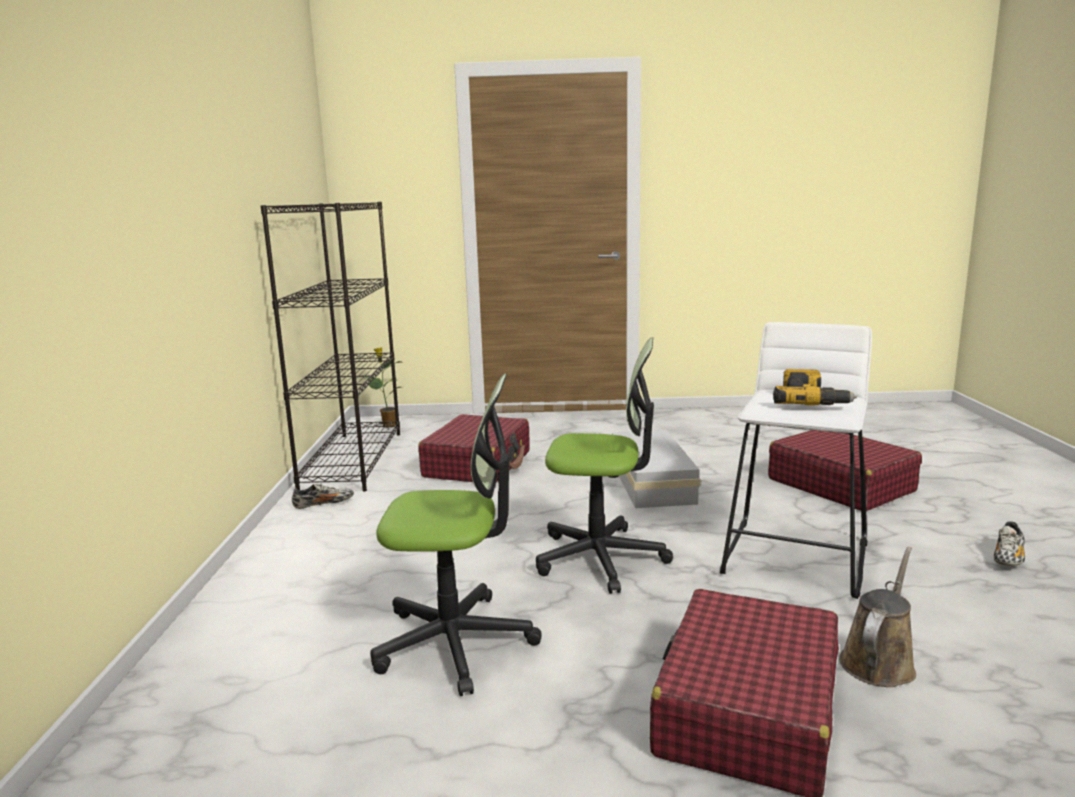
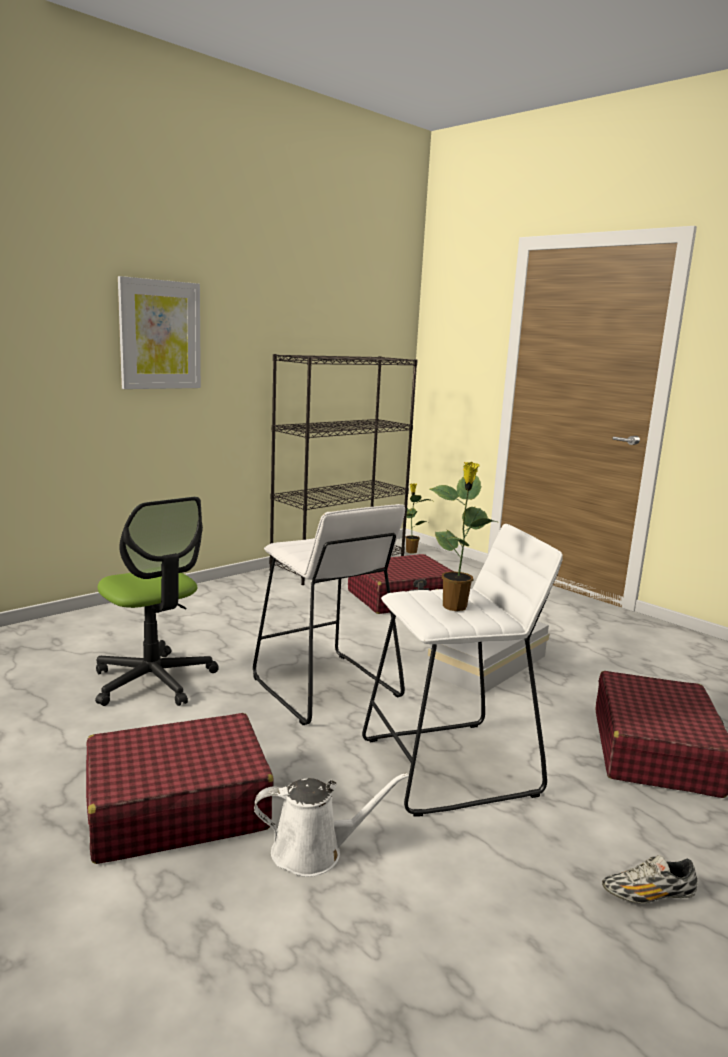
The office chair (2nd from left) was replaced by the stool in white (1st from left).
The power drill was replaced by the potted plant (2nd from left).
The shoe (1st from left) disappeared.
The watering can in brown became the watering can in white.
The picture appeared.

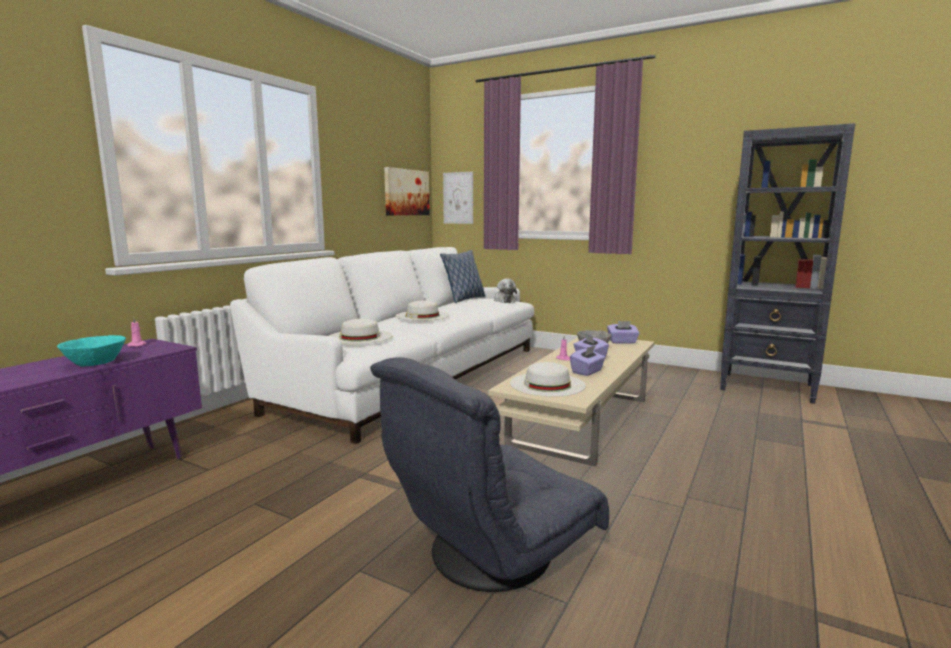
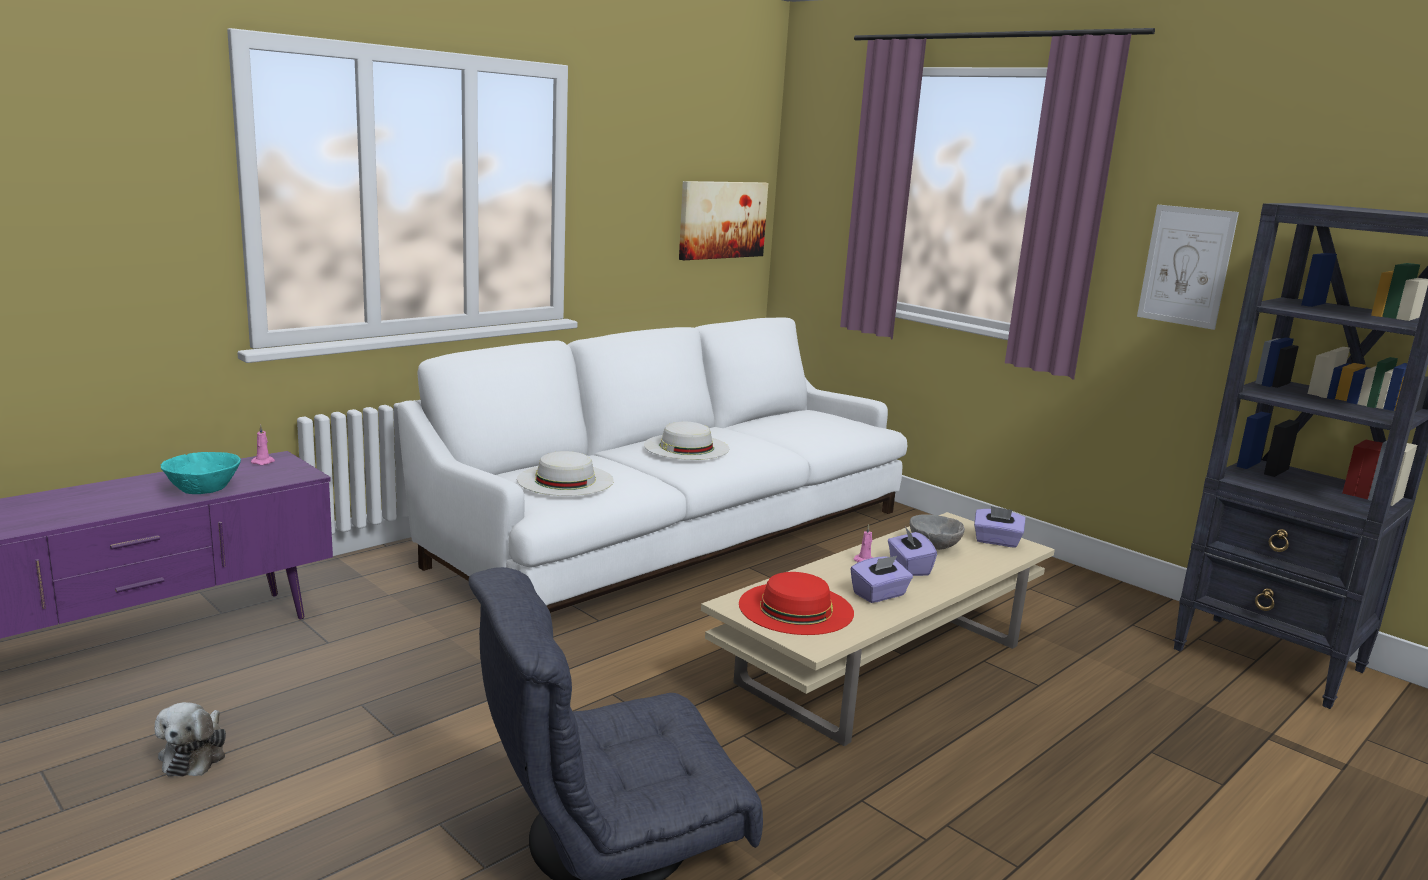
The picture (2nd from left) moved.
The pillow disappeared.
The plush toy moved.
The hat in white (3rd from left) became the hat in red.

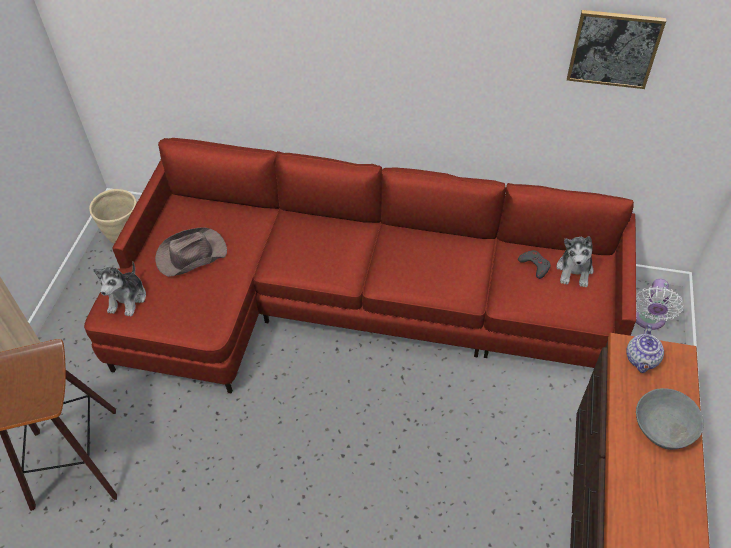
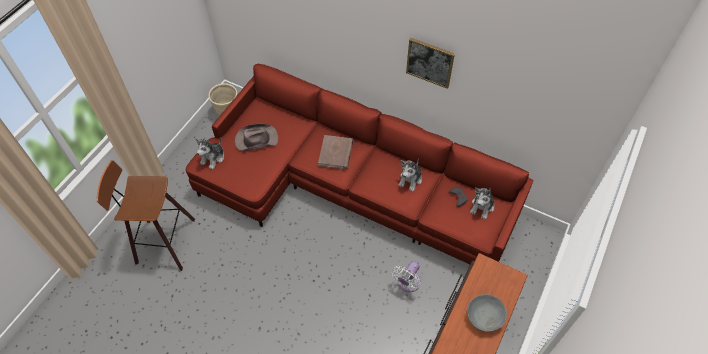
The picture moved.
The fan in white moved.
The teapot disappeared.
The book in brown appeared.
The plush toy (2nd from left) appeared.

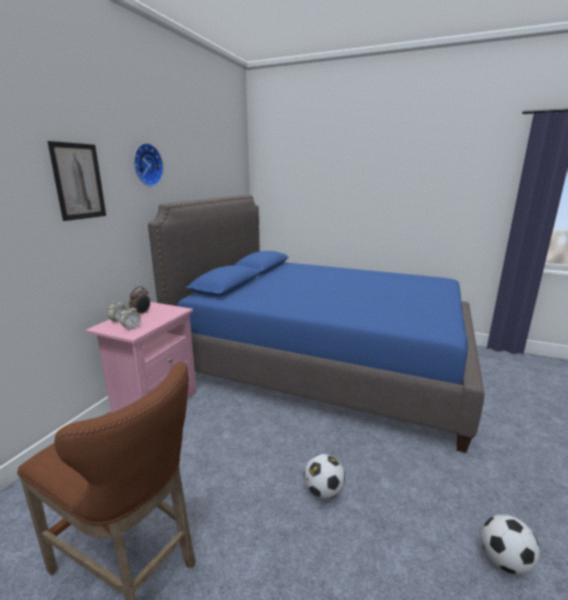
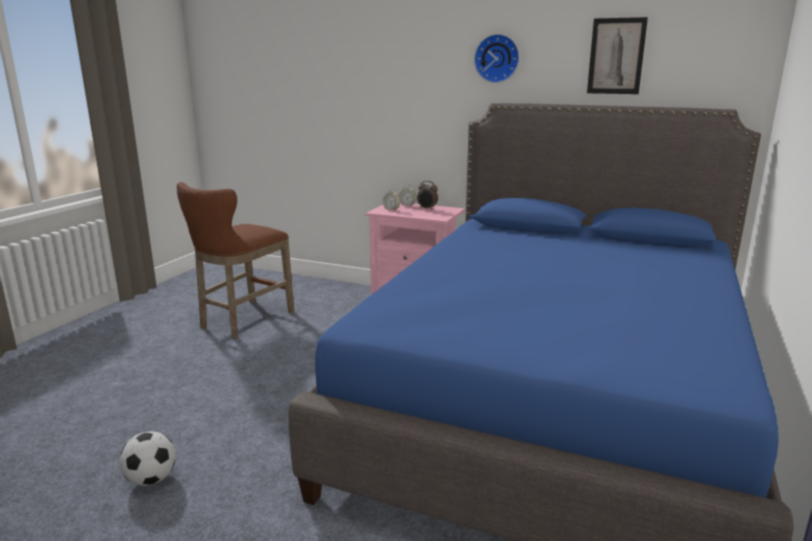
The picture moved.
The football (1st from left) disappeared.

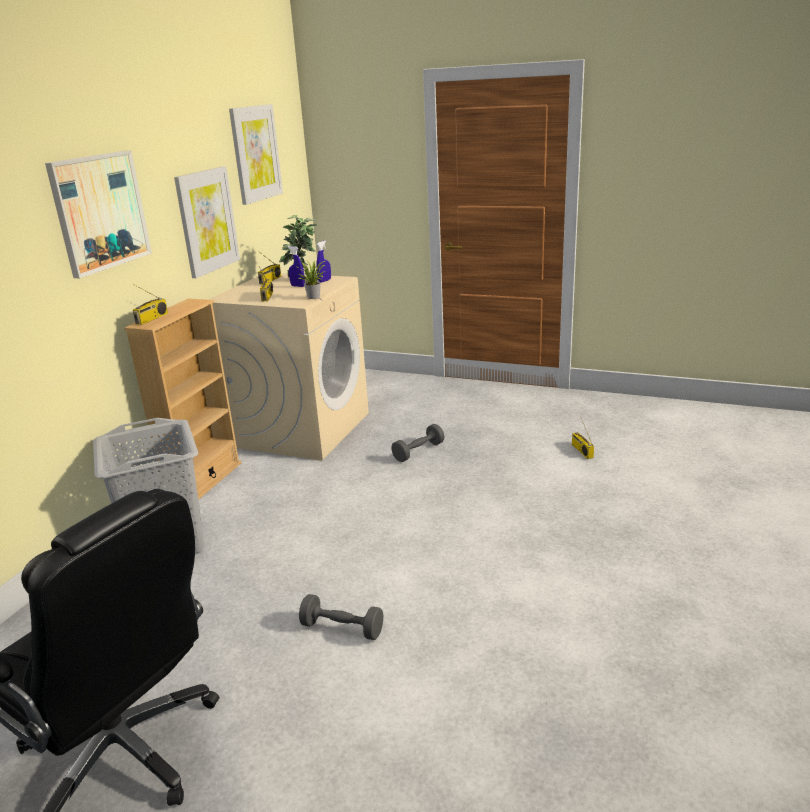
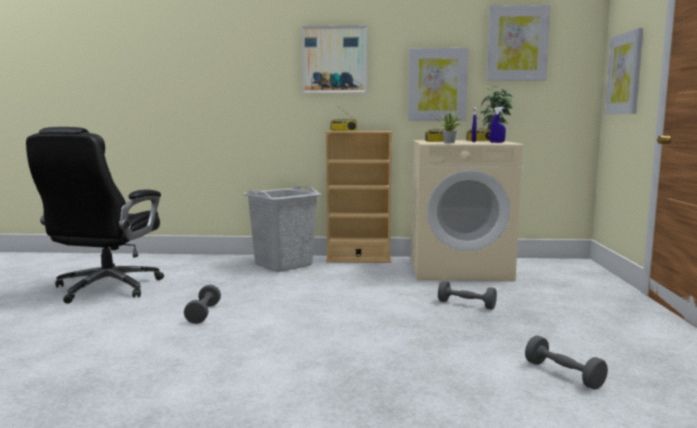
The radio (4th from left) was replaced by the dumbbell in grey (3rd from left).
The picture (4th from left) appeared.

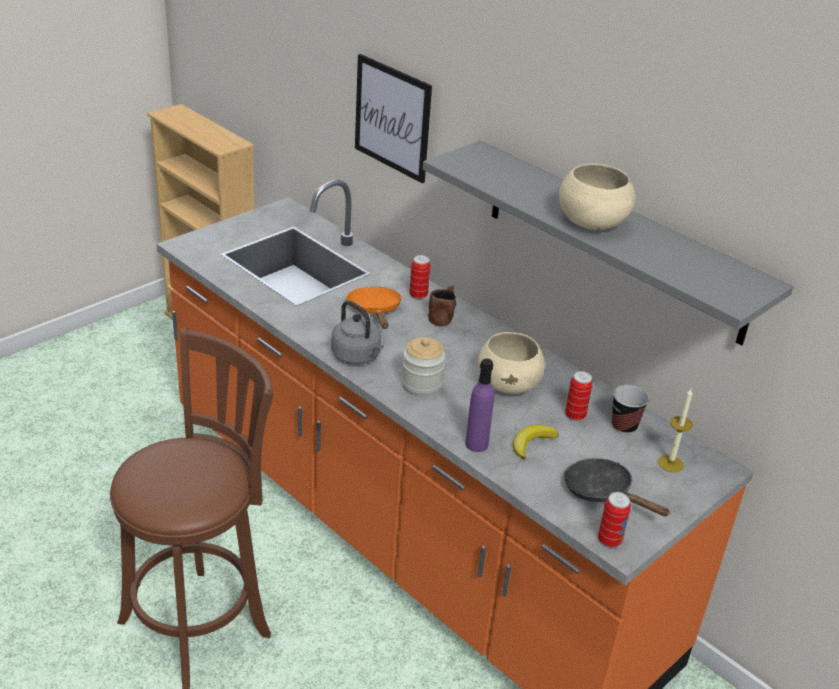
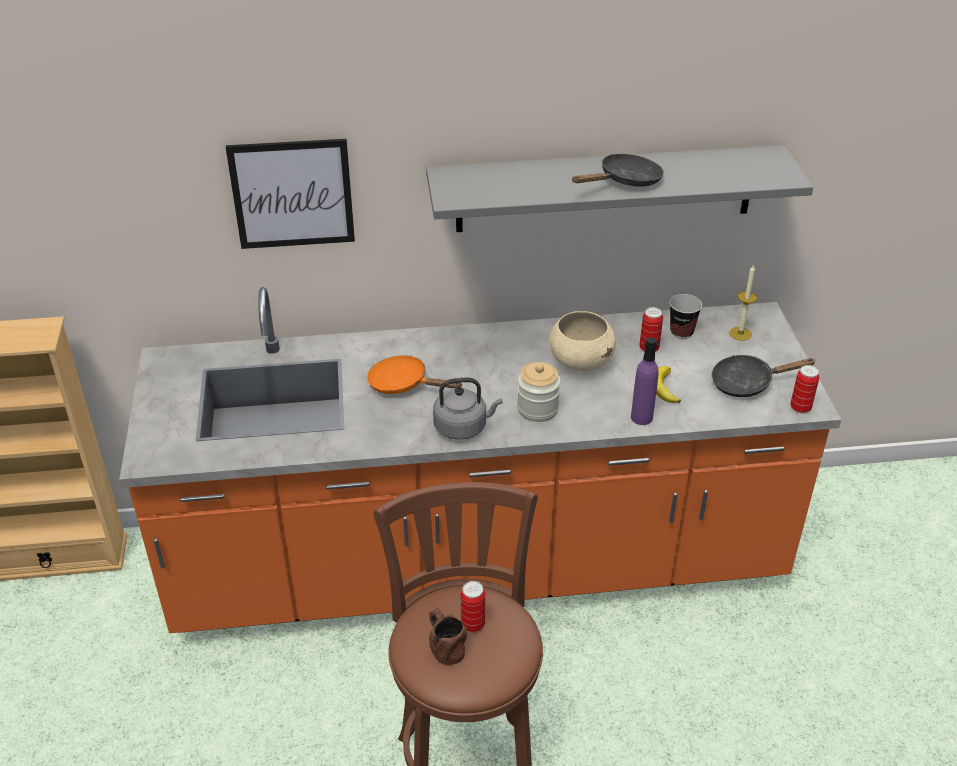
The bowl in beige (2nd from left) was replaced by the frying pan in black (1st from left).
The can (1st from left) moved.
The mug in brown moved.

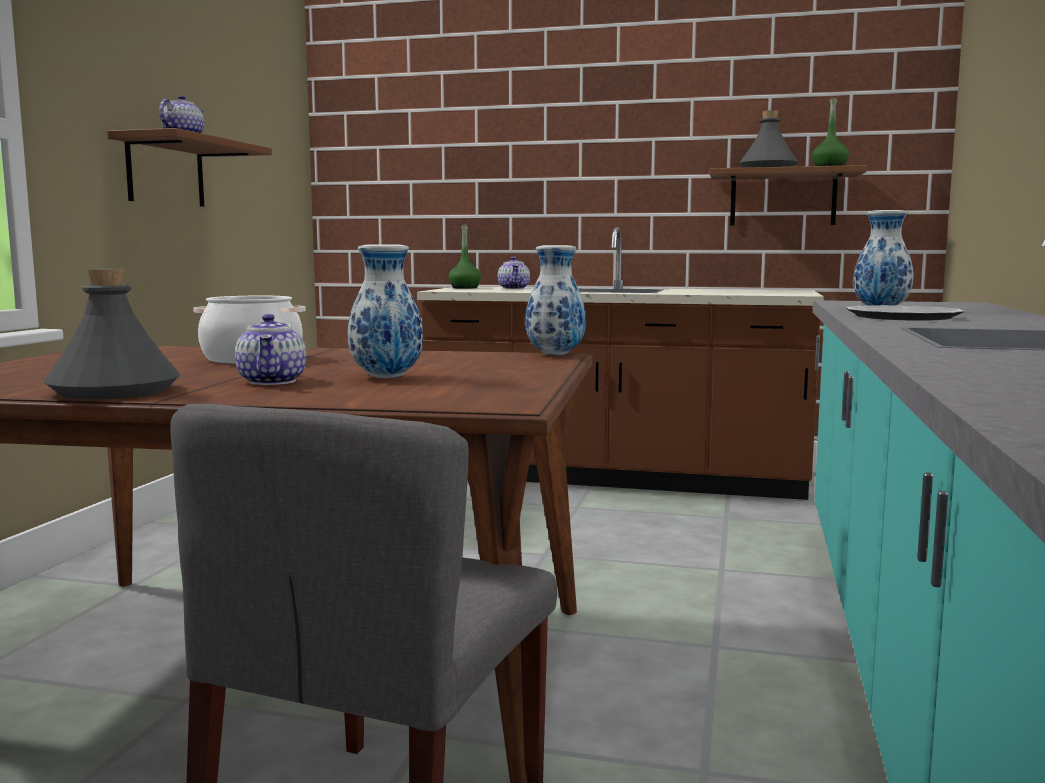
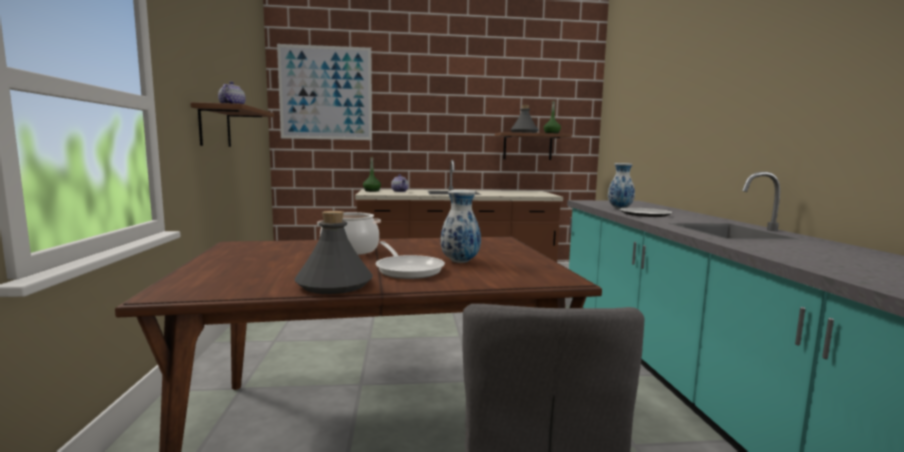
The vase (2nd from left) disappeared.
The teapot (2nd from left) was replaced by the frying pan.
The picture appeared.

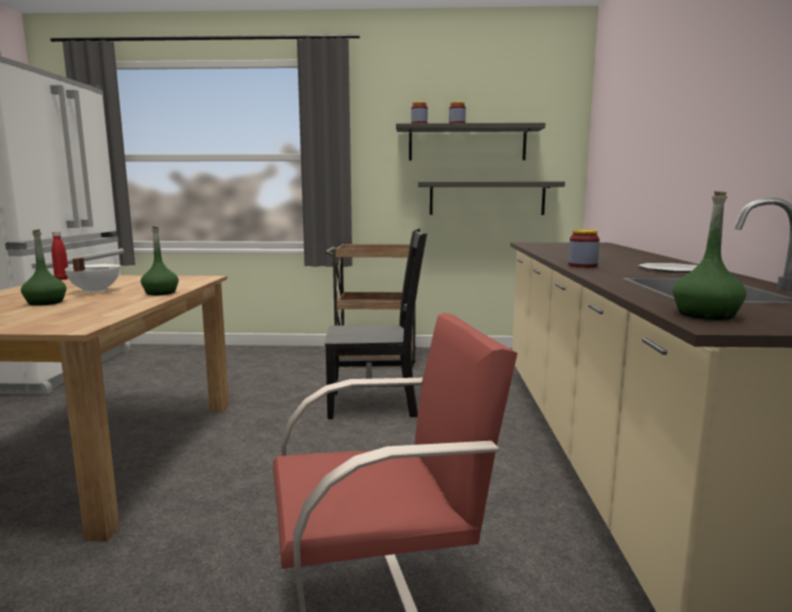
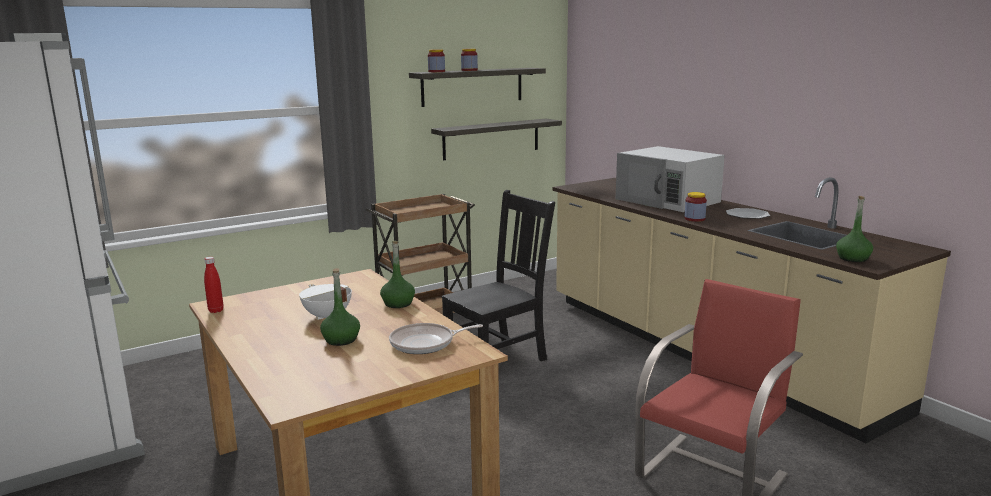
The microwave in white appeared.
The frying pan appeared.

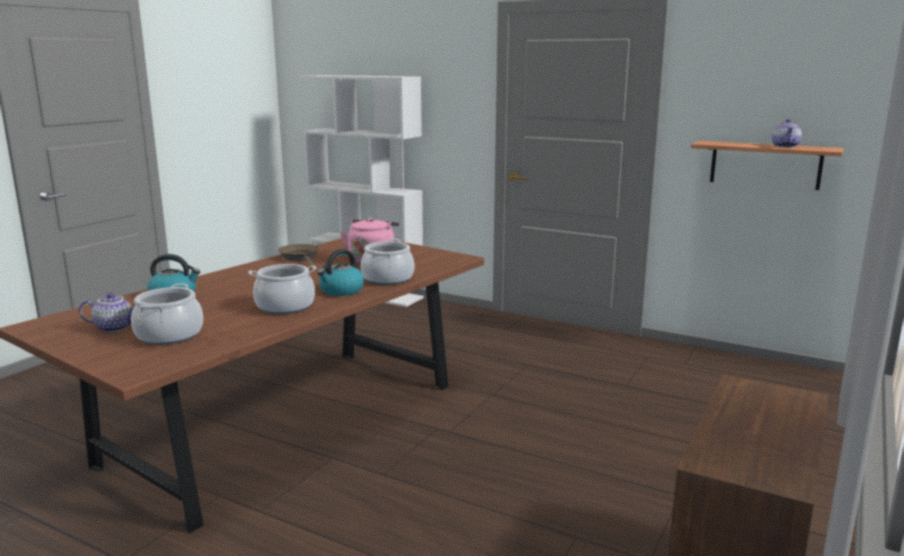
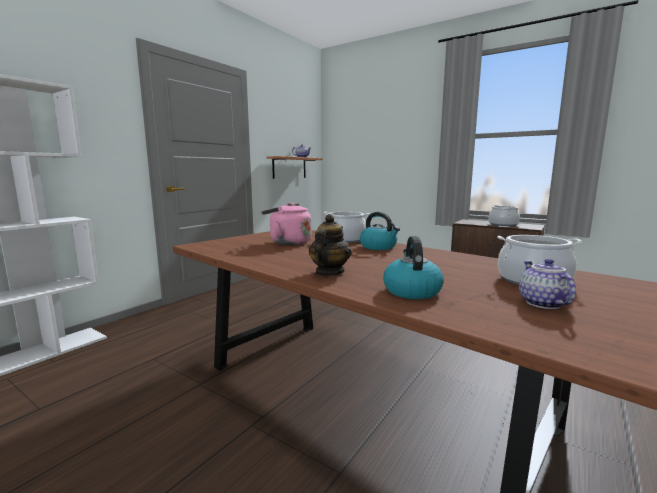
The frying pan in brown disappeared.
The cooking pot (2nd from left) moved.
The teapot (2nd from left) appeared.

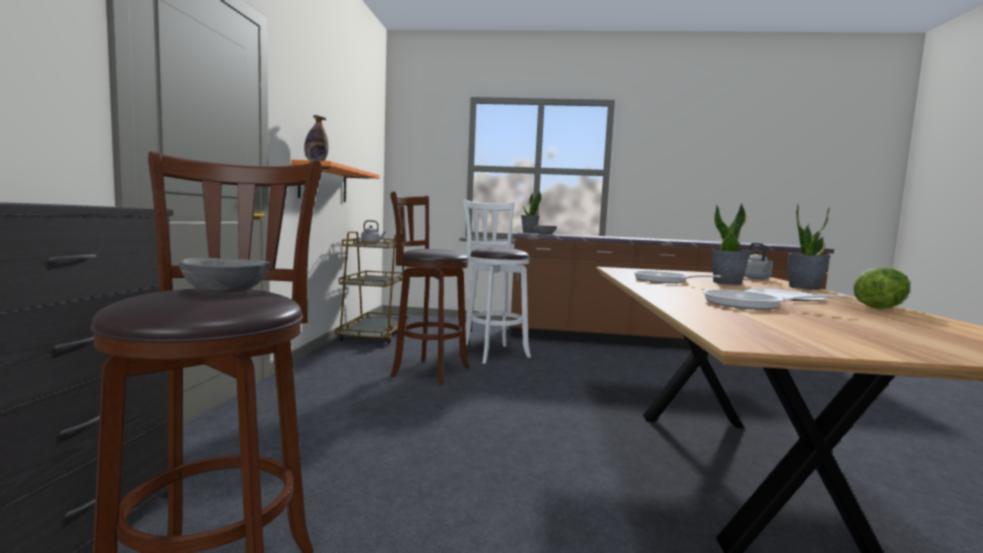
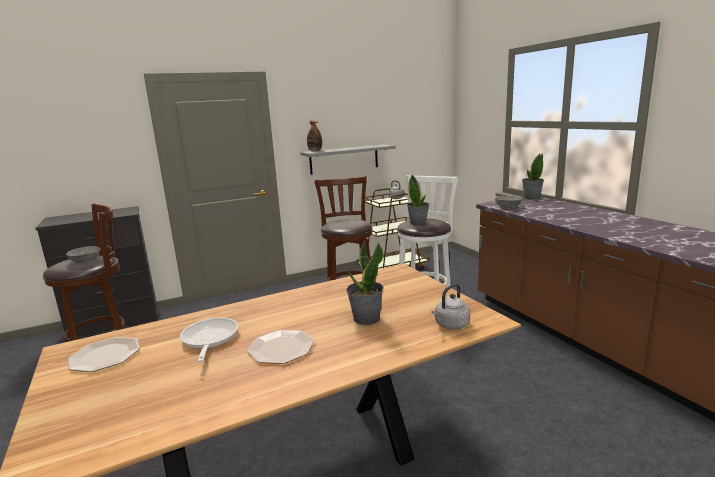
The shelf in orange became the shelf in grey.
The potted plant (3rd from left in the first image) moved.
The lettuce disappeared.
The frying pan (1st from left) disappeared.
The plate (1st from left) appeared.

